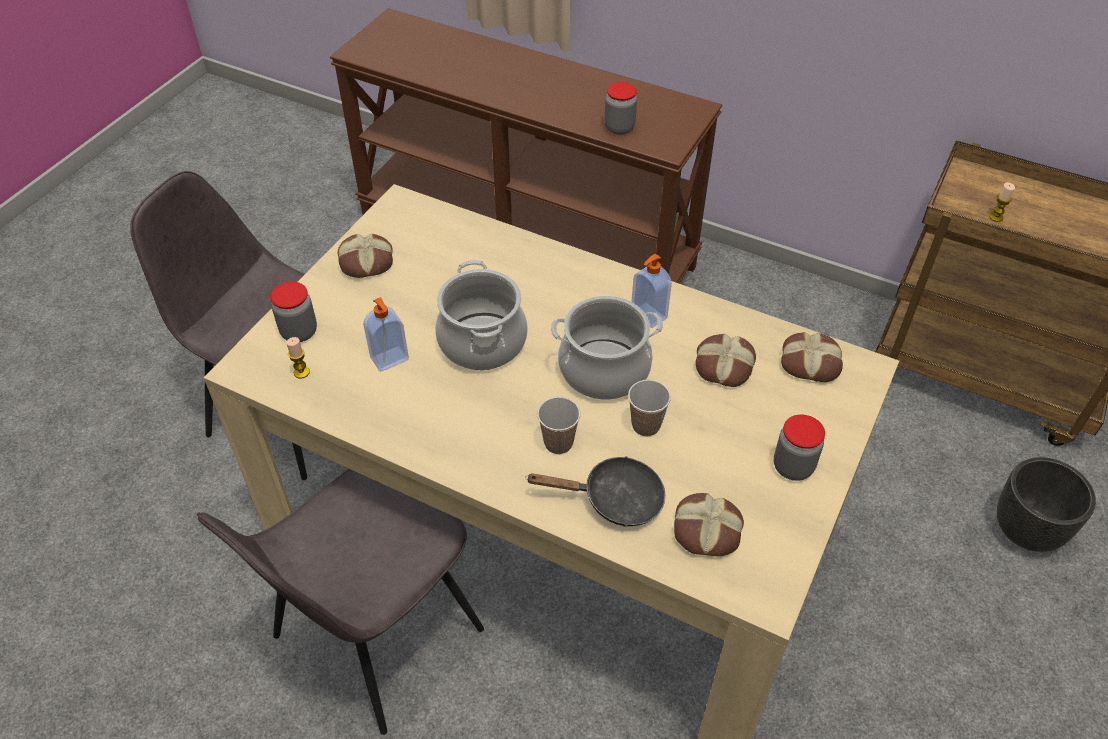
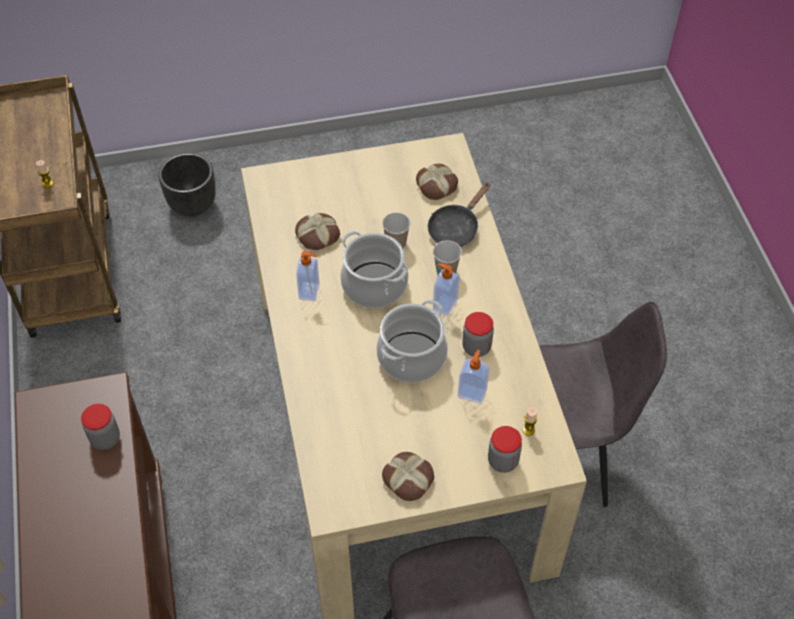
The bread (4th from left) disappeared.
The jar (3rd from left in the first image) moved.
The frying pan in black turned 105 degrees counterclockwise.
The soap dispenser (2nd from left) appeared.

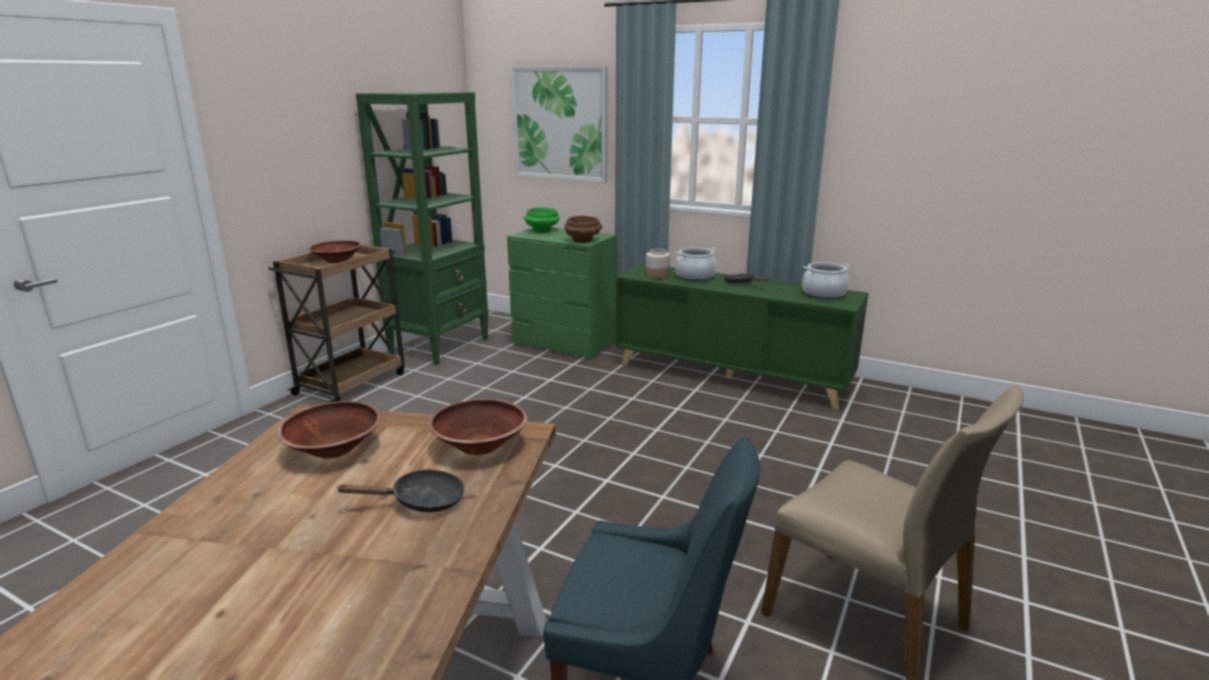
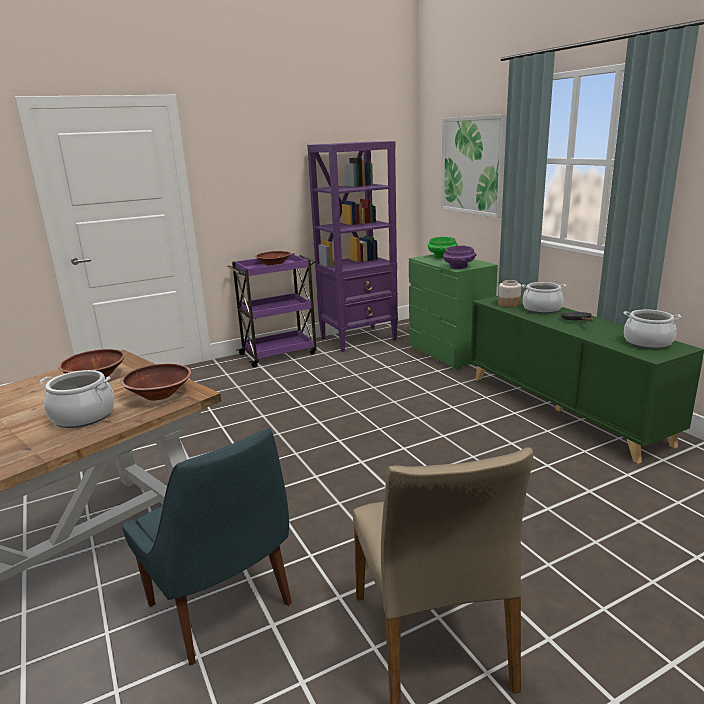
The bookcase in green became the bookcase in purple.
The bowl in brown (4th from left) became the bowl in purple.
The cart in brown became the cart in purple.
The frying pan in black (1st from left) was replaced by the cooking pot (1st from left).

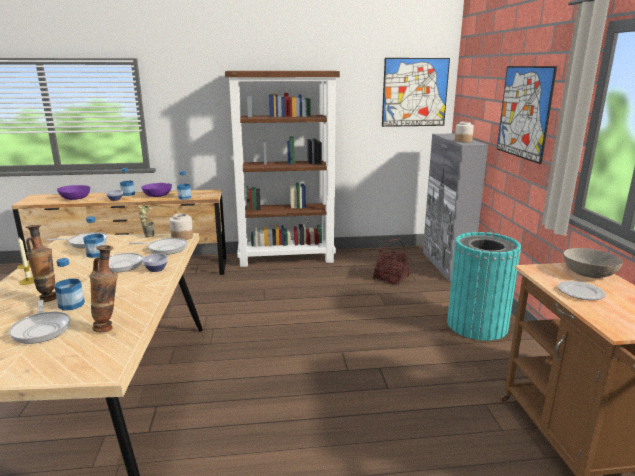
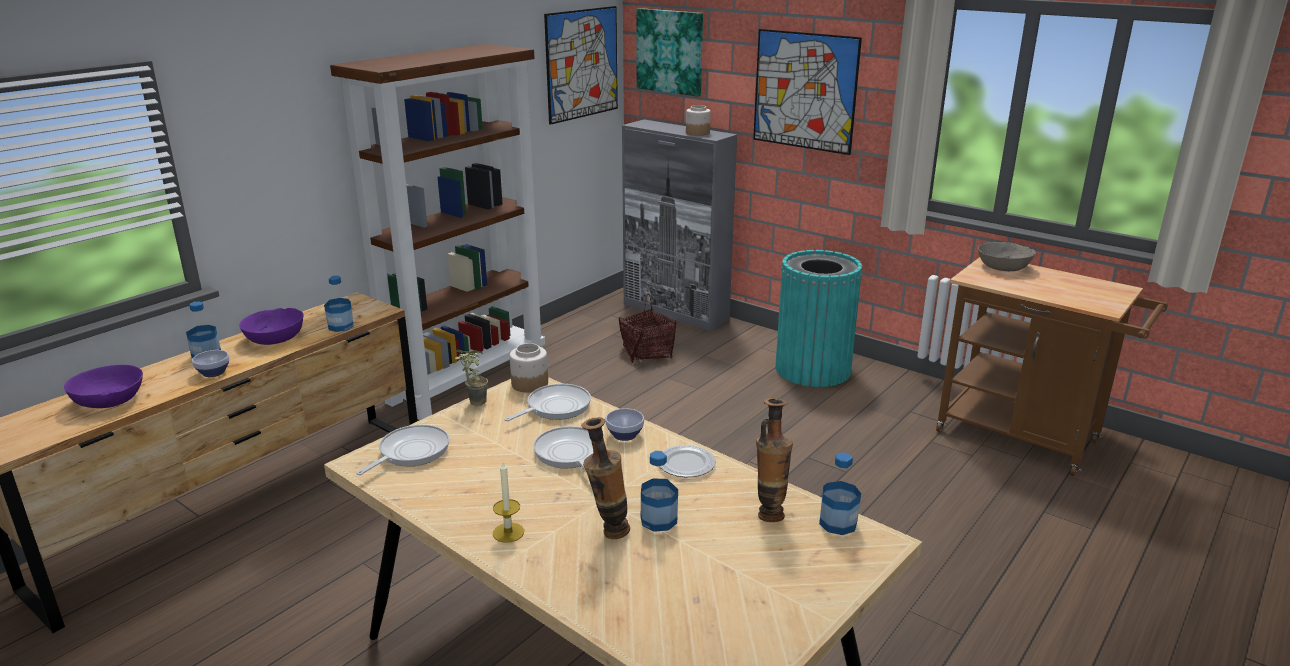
The bottle (2nd from left in the first image) moved.
The plate moved.
The frying pan (1st from left) disappeared.
The picture (2nd from left) appeared.

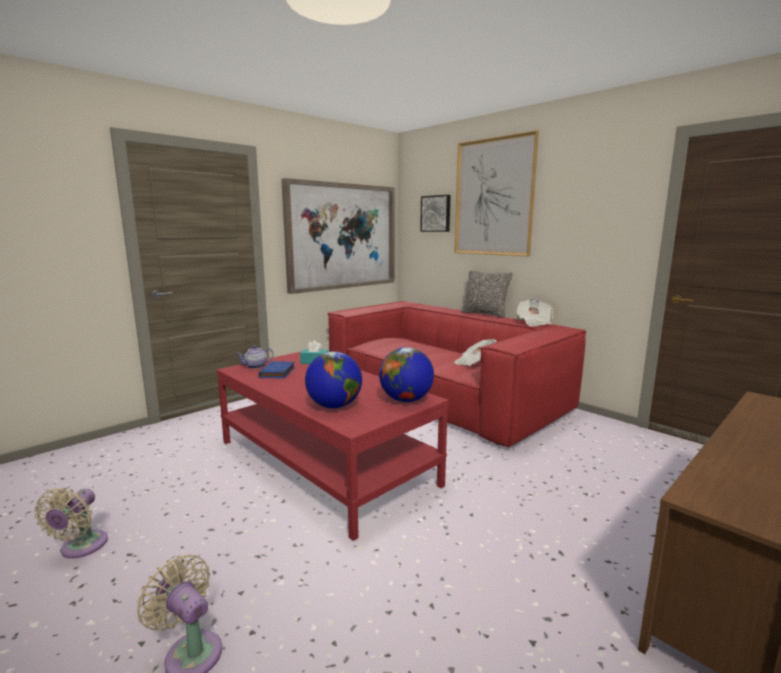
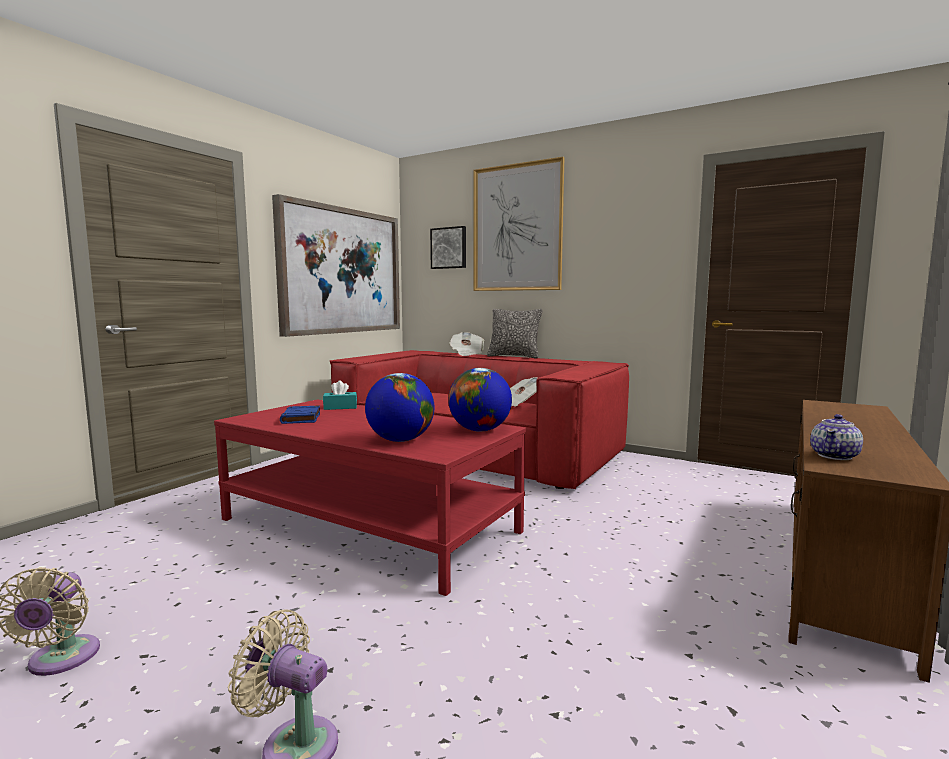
The newspaper (2nd from left in the first image) moved.
The teapot moved.

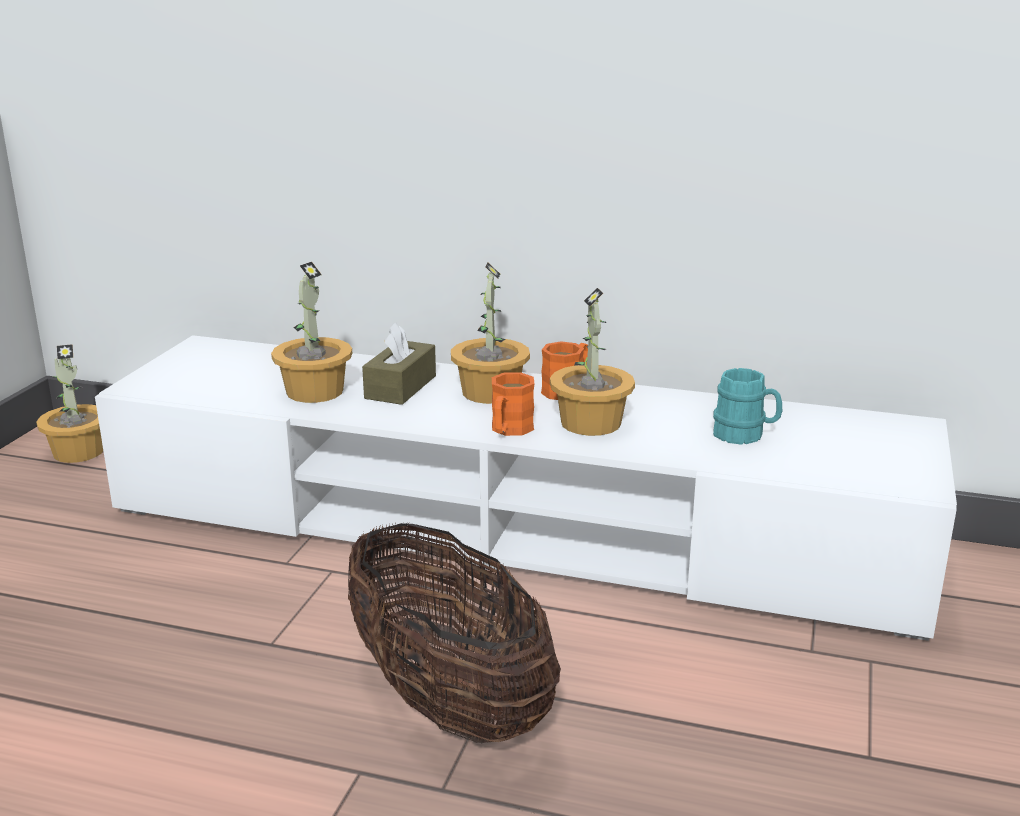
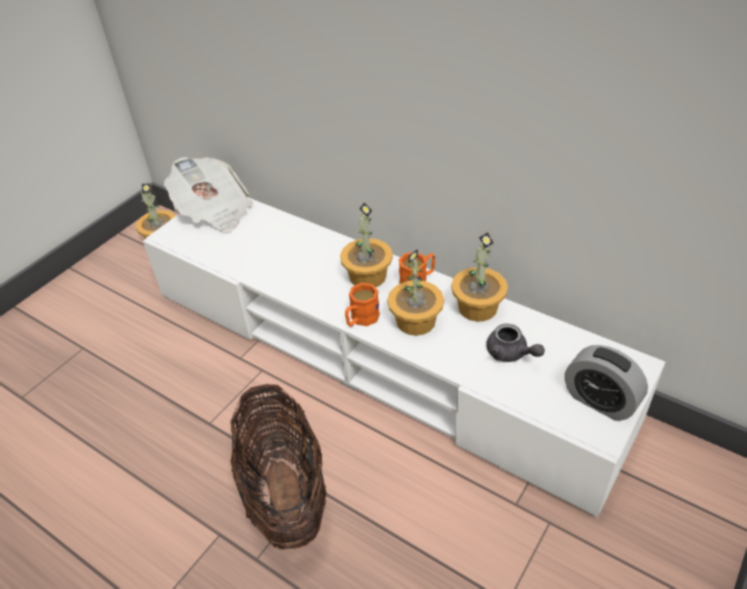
The potted plant (2nd from left in the first image) moved.
The tissue box in brown disappeared.
The mug in turquoise was replaced by the teapot in grey.
The newspaper appeared.
The alarm clock appeared.

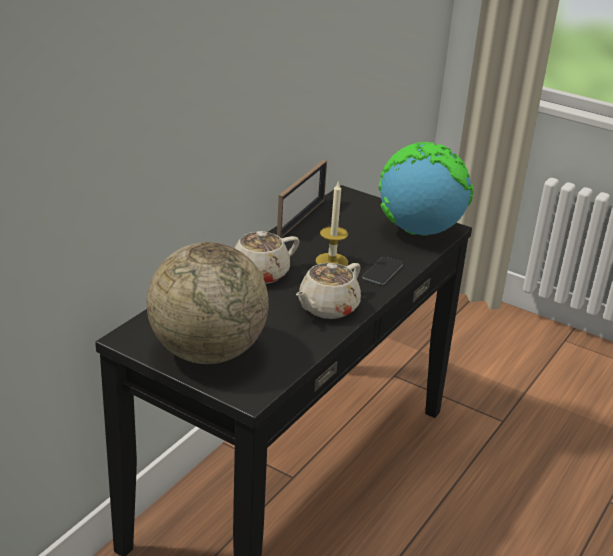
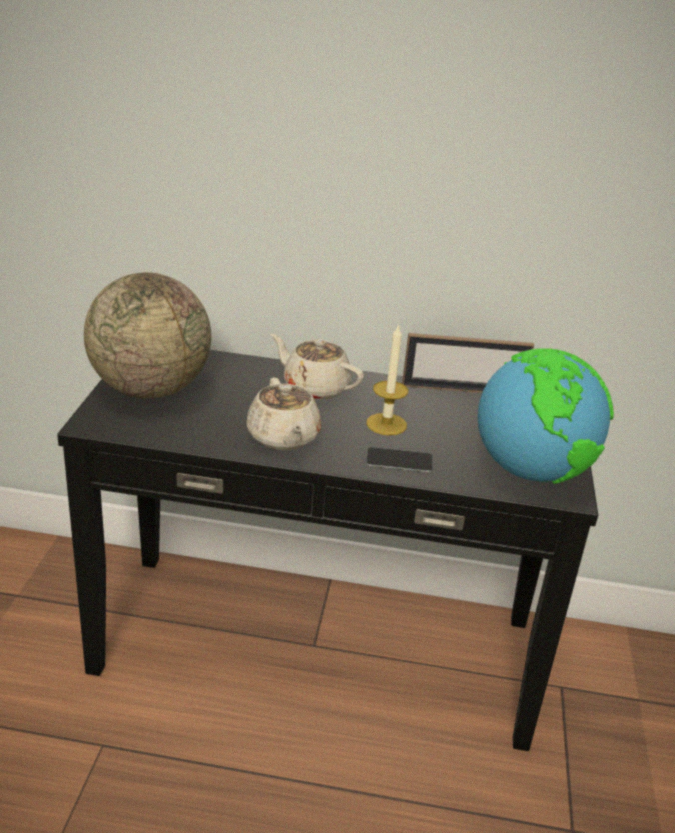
The teapot in beige (2nd from left in the first image) turned 120 degrees counterclockwise.

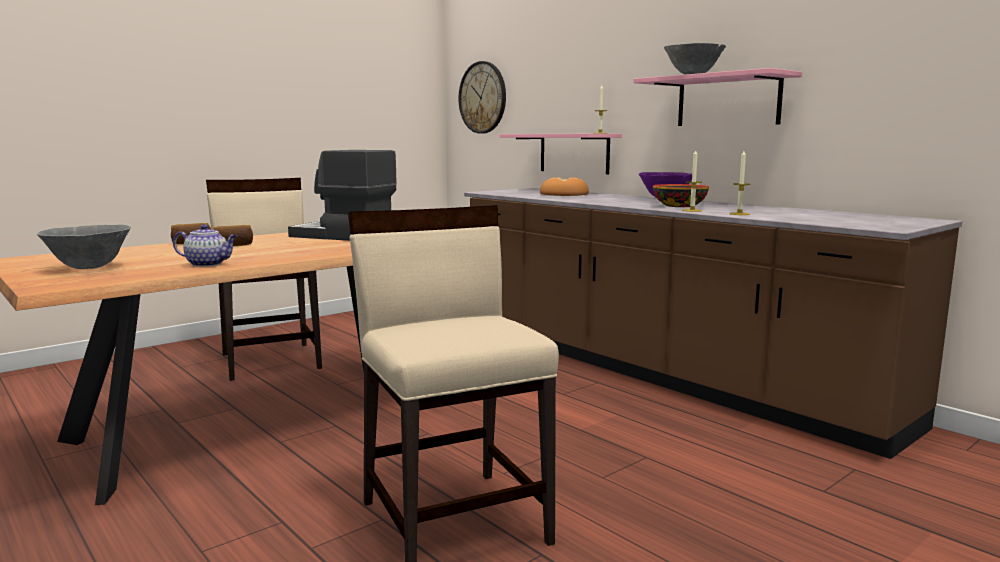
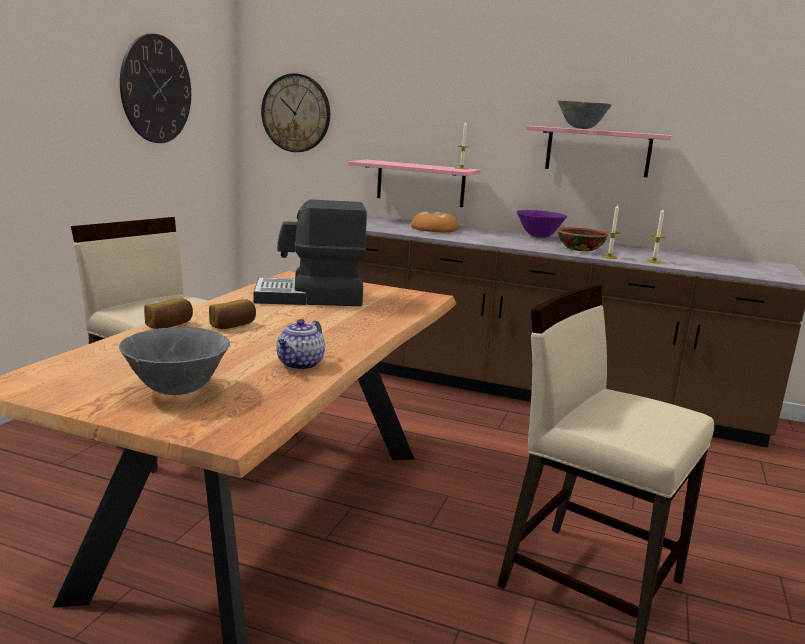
The teapot turned 135 degrees clockwise.
The wall clock (1st from left) appeared.

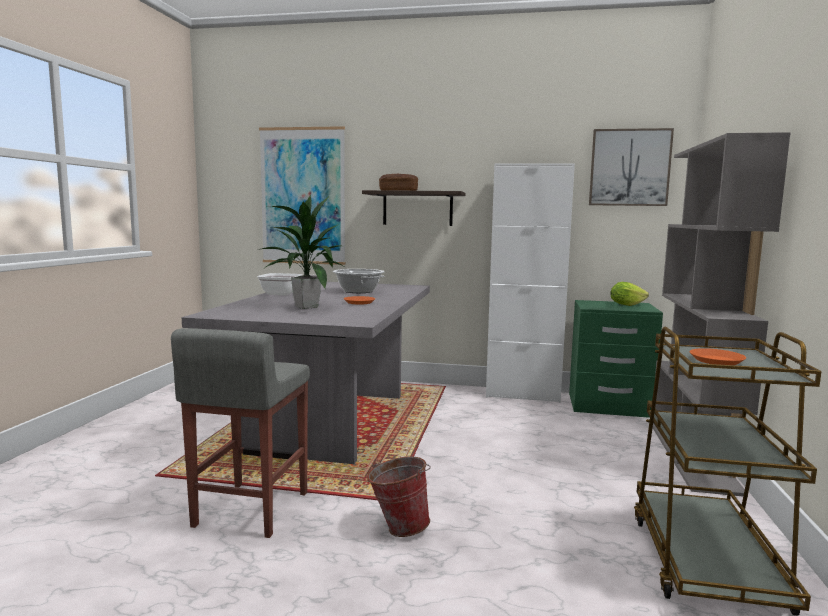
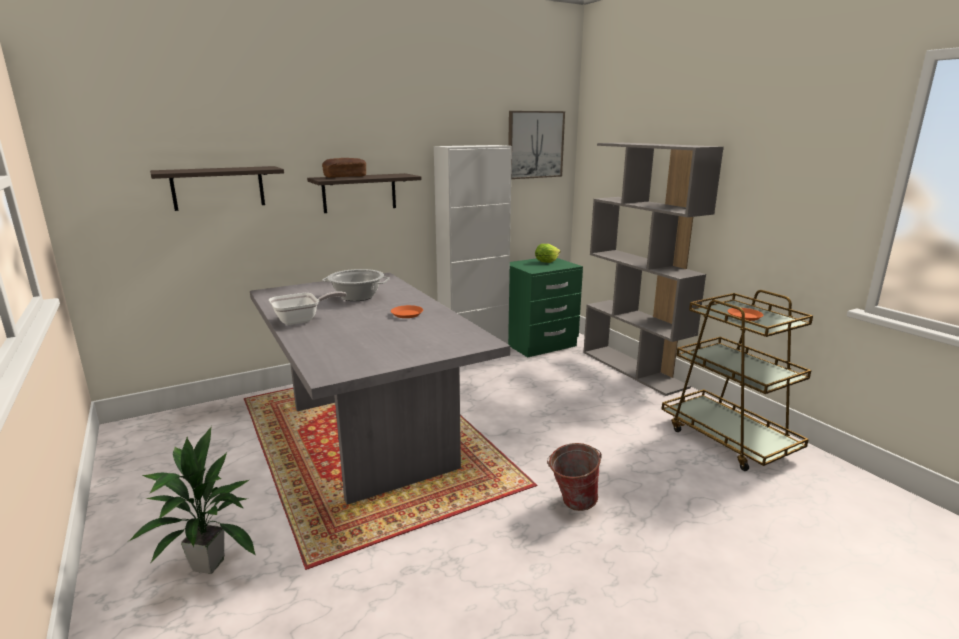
The picture (1st from left) was replaced by the shelf (1st from left).
The potted plant moved.
The stool in grey disappeared.

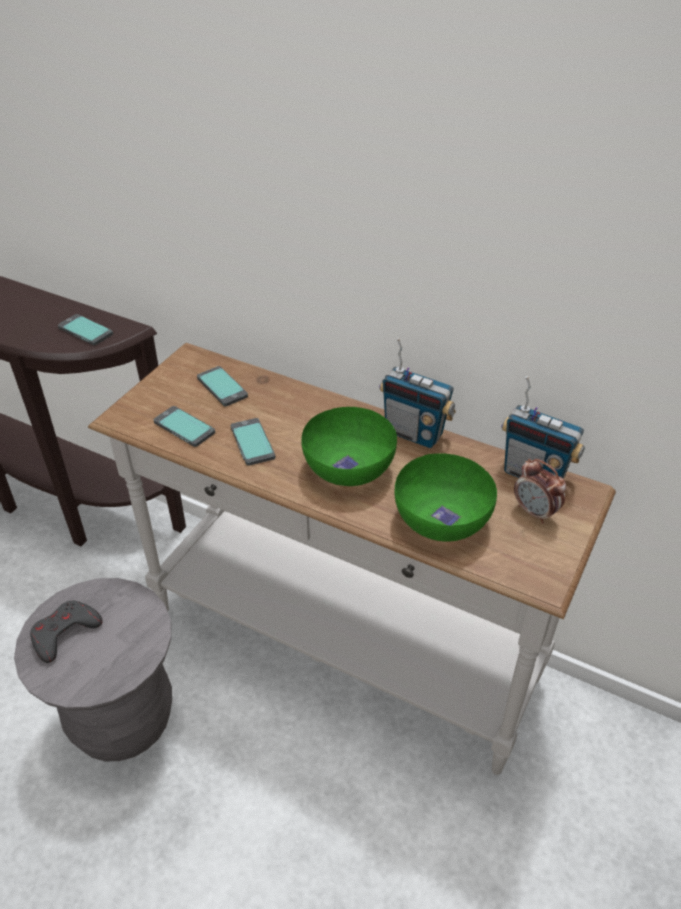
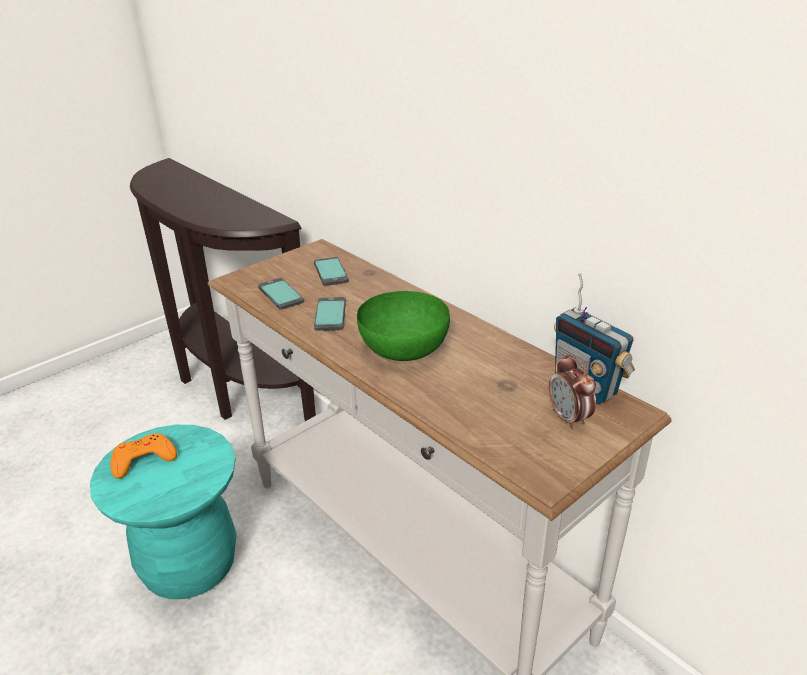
The phone (1st from left) disappeared.
The radio (1st from left) disappeared.
The bowl in green (2nd from left) disappeared.
The stool in grey became the stool in turquoise.
The game controller in grey became the game controller in orange.

